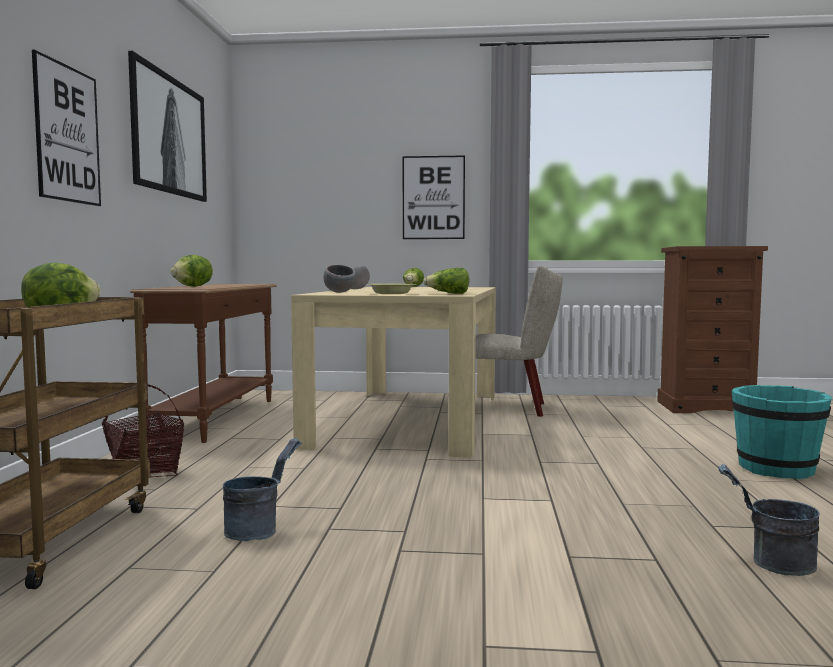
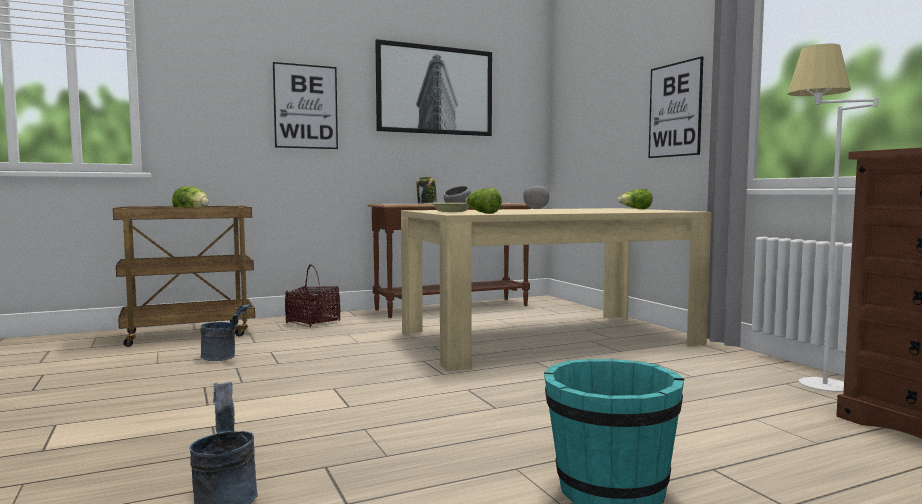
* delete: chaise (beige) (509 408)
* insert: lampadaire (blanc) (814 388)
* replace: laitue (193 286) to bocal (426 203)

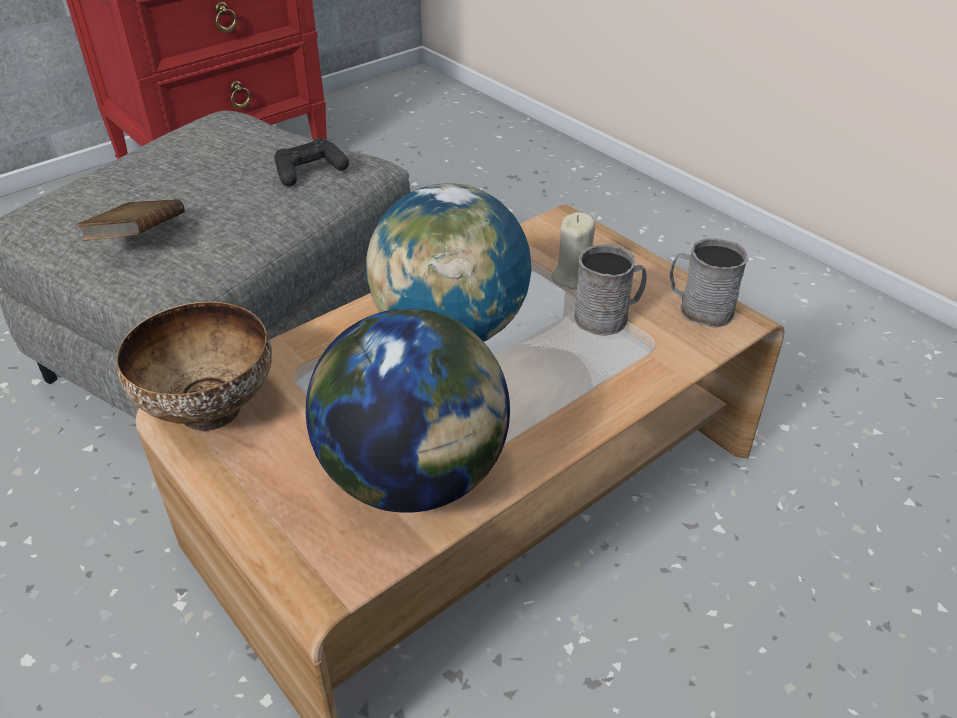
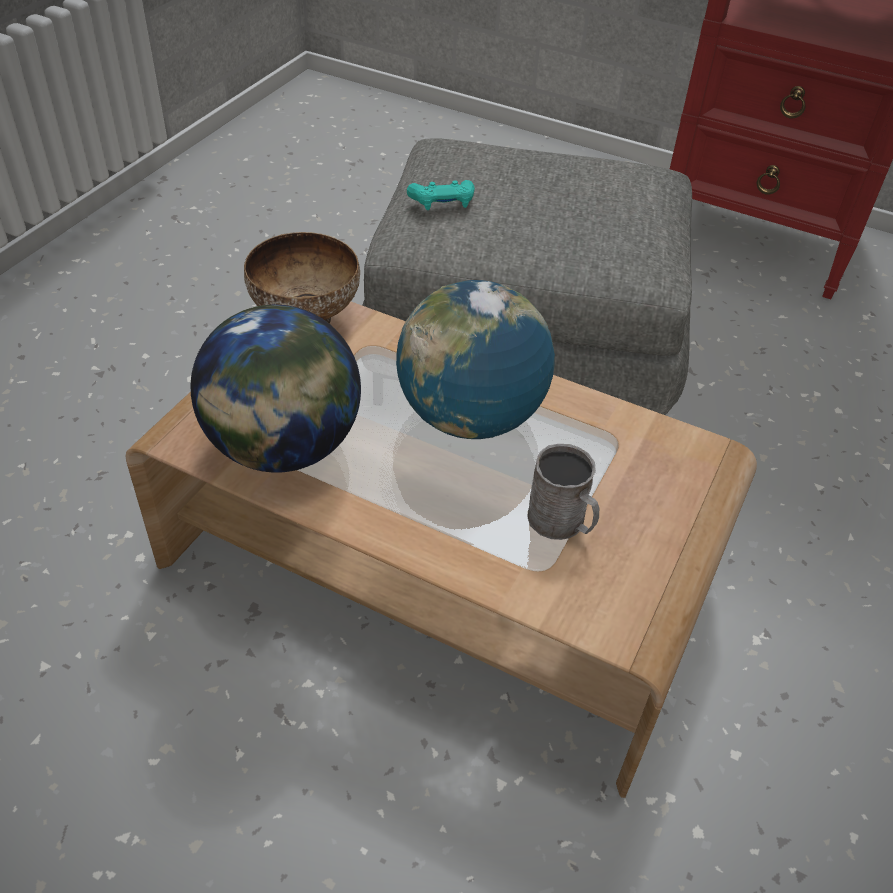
* delete: manette (noir) (310 171)
* delete: bougie (beige) (572 277)
* delete: mug (gris) (698 309)
* replace: livre (marron) (139 240) to manette (turquoise) (442 203)

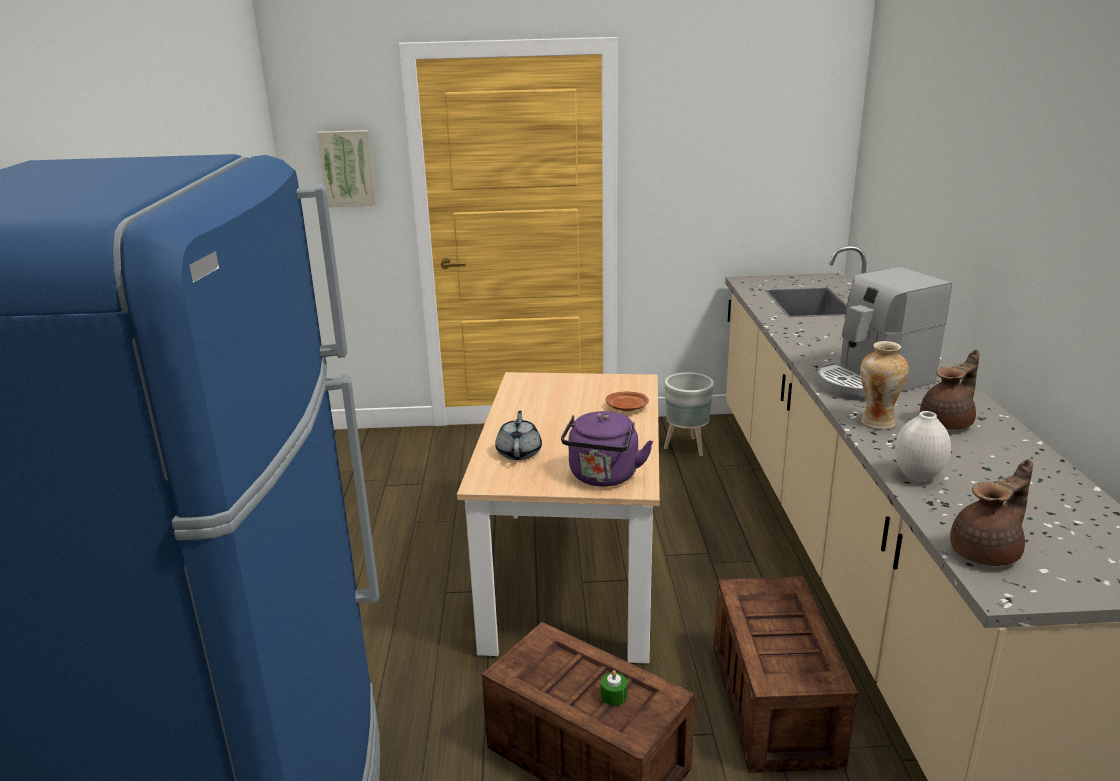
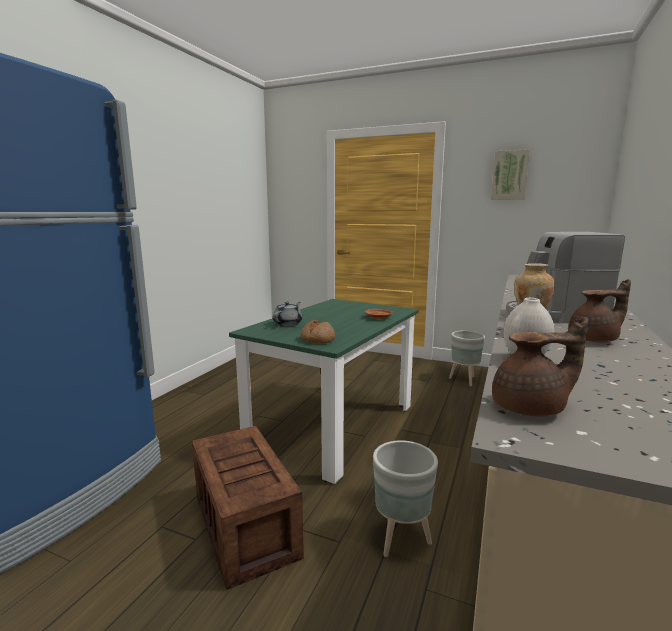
* delete: bougie (vert) (614 695)
* move: tableau (348 168) to (509 175)
* replace: bouilloire (violet) (603 477) to pain (317 339)
* replace: caisse (775 704) to cache-pot (gris) (402 540)
* recolor: table à manger (beige) (573 577) to table à manger (vert) (334 426)

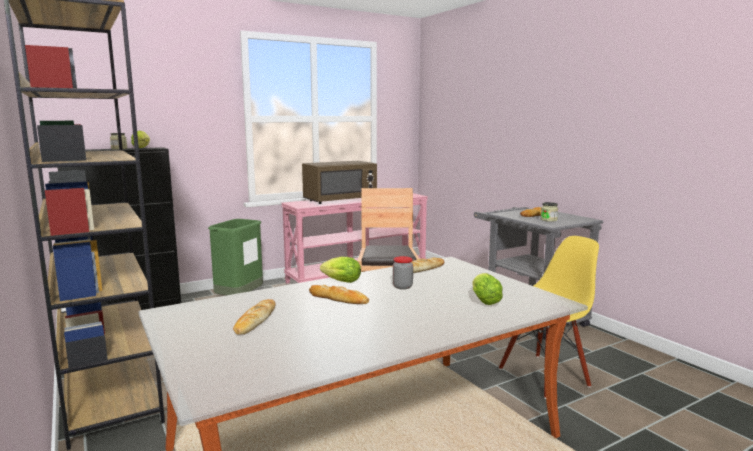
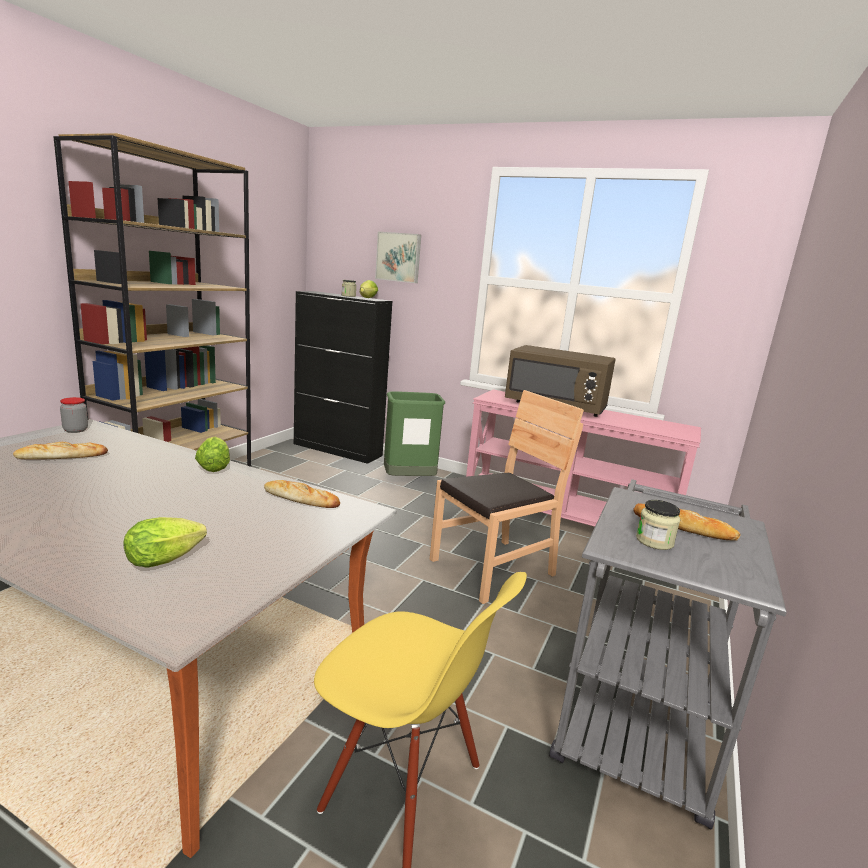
* delete: pain (338 299)
* insert: tableau (399 257)
* move: bocal (402 286) to (75 430)

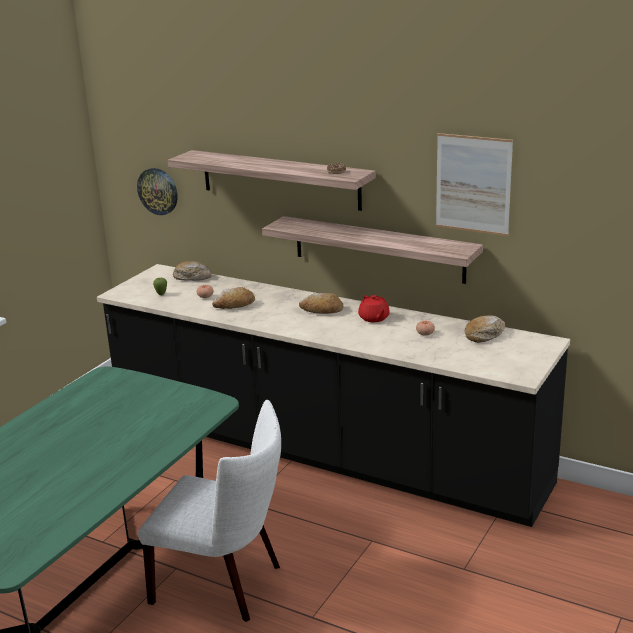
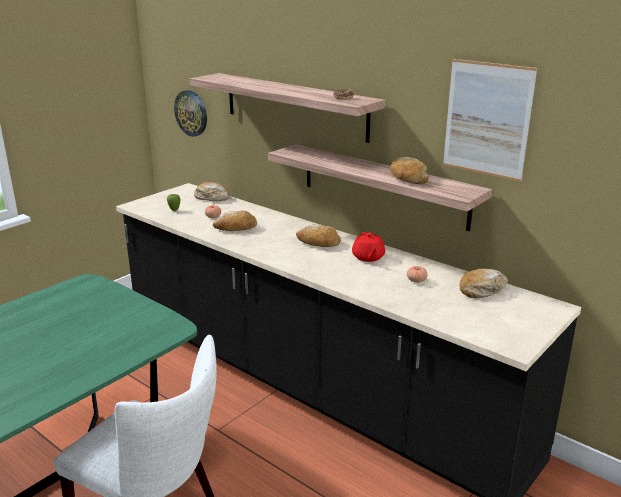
* insert: pain (407 178)

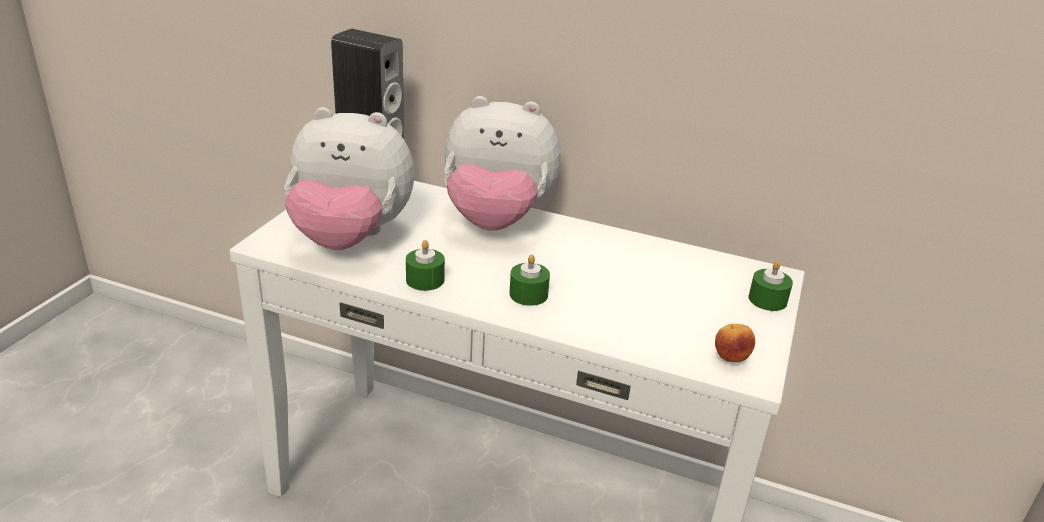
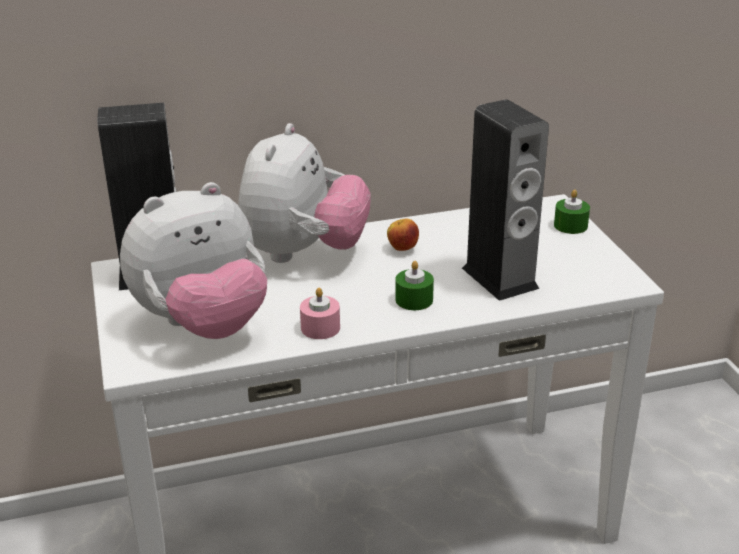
* insert: enceinte (499 278)
* move: pomme (730 358) to (402 249)
* recolor: bougie (vert) (425 280) to bougie (rose) (320 328)
* rotate: peluche (496 221) = (303 253) 45 degrees counterclockwise

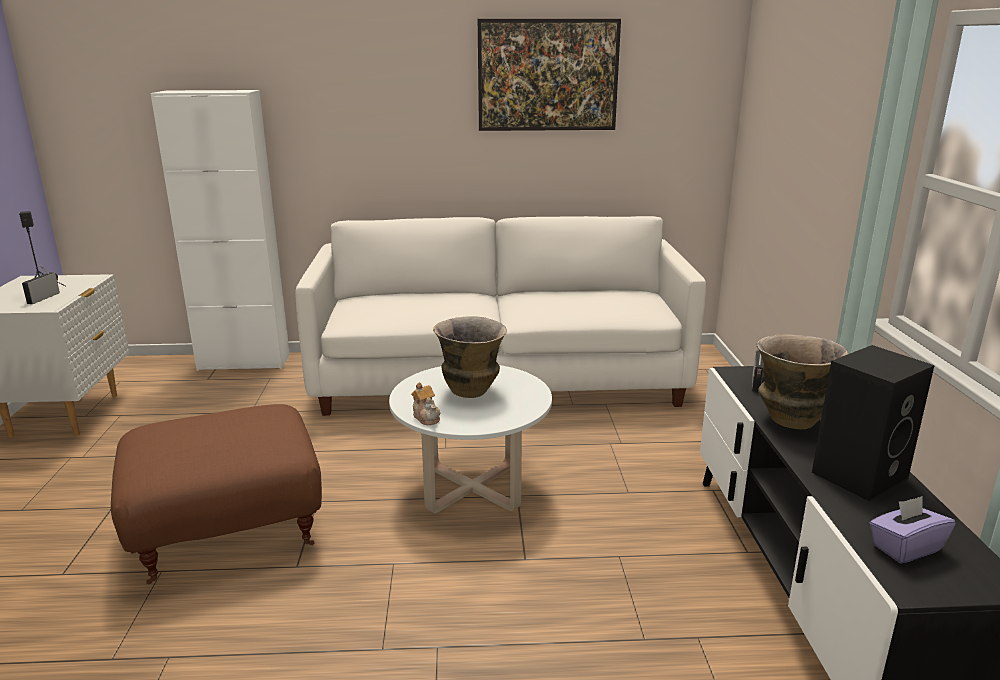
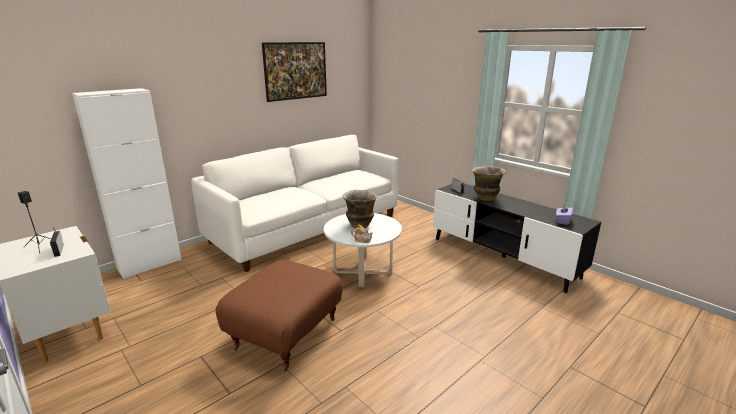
* delete: enceinte (noir) (859 474)

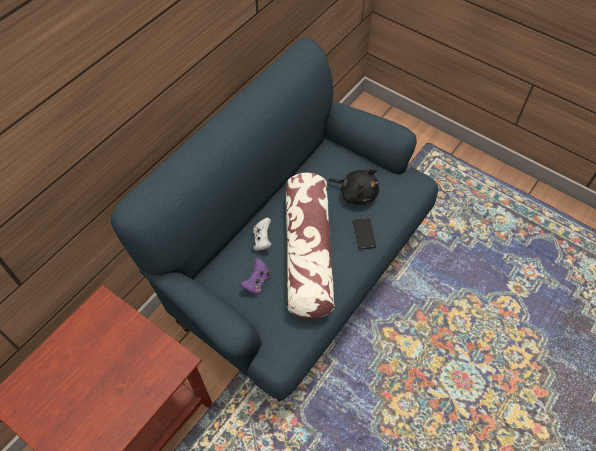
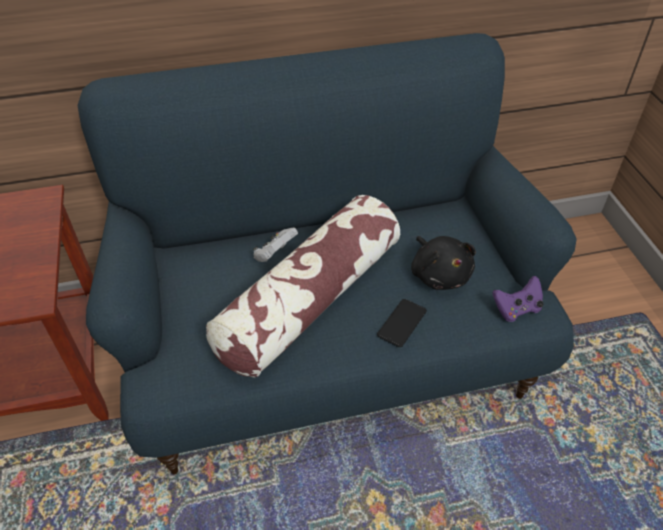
* move: manette (violet) (257 282) to (516 309)

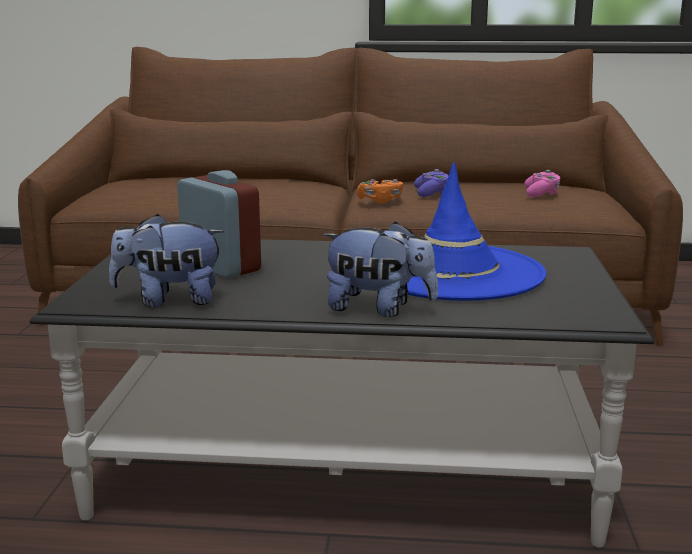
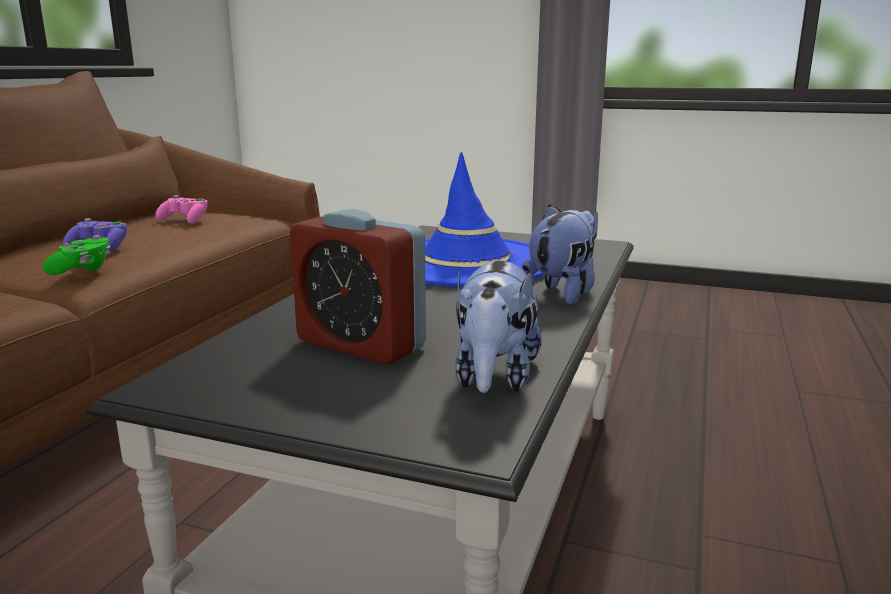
* recolor: manette (orange) (380 201) to manette (vert) (82 269)
* rotate: réveil (220 266) = (360 344) 120 degrees counterclockwise

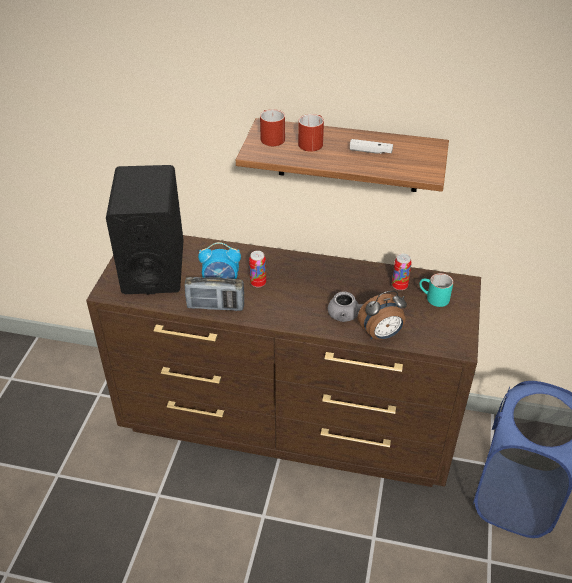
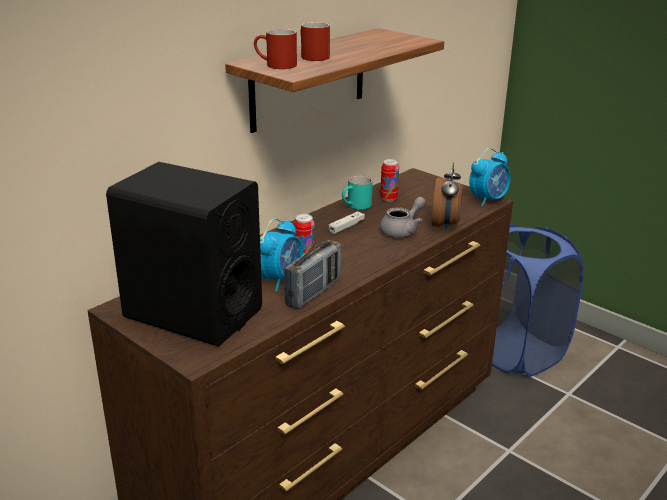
* insert: réveil (488 200)
* move: manette (blanc) (370 151) to (346 227)
* move: mug (turquoise) (433 298) to (356 206)

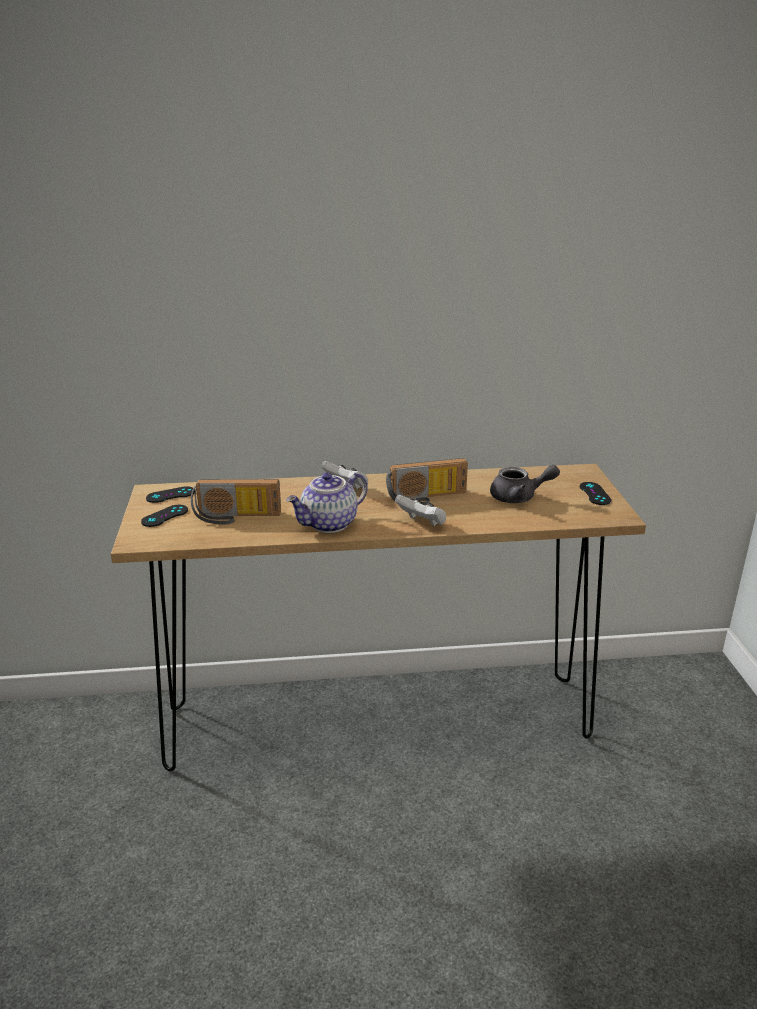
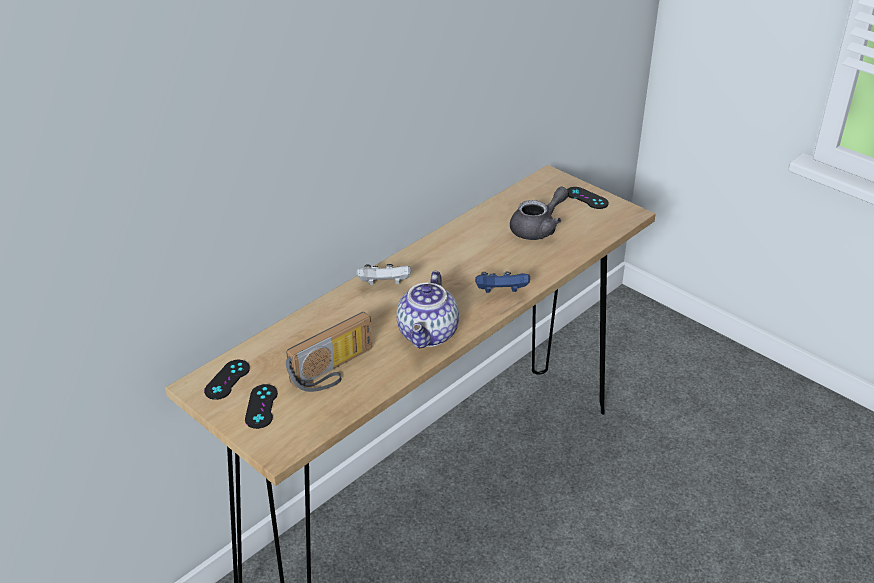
* delete: radio (427 498)
* recolor: manette (blanc) (422 523) to manette (bleu) (501 293)

